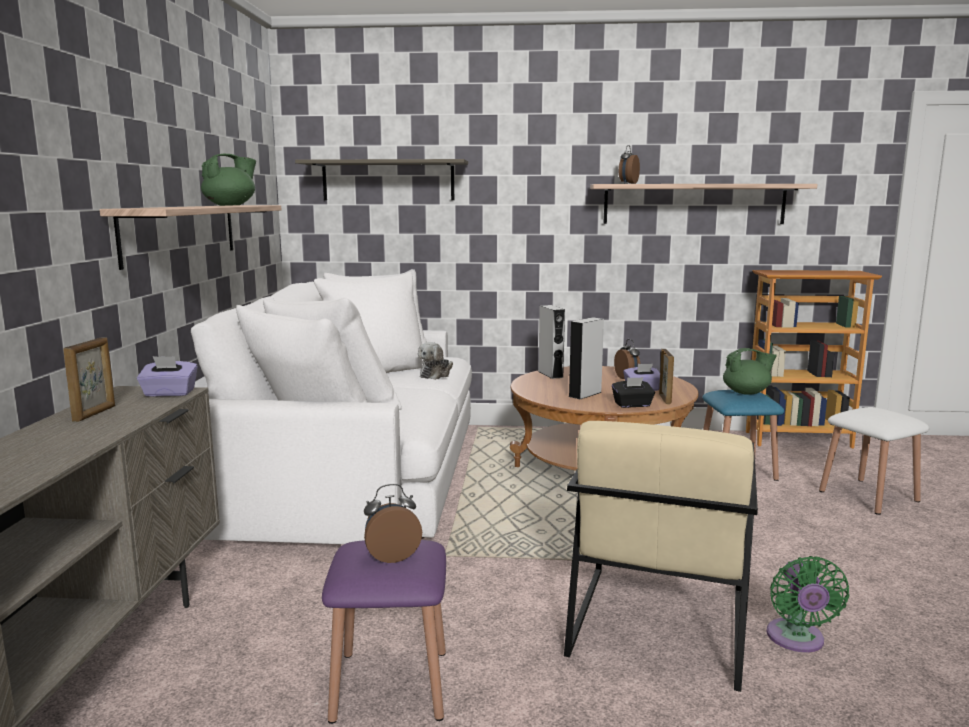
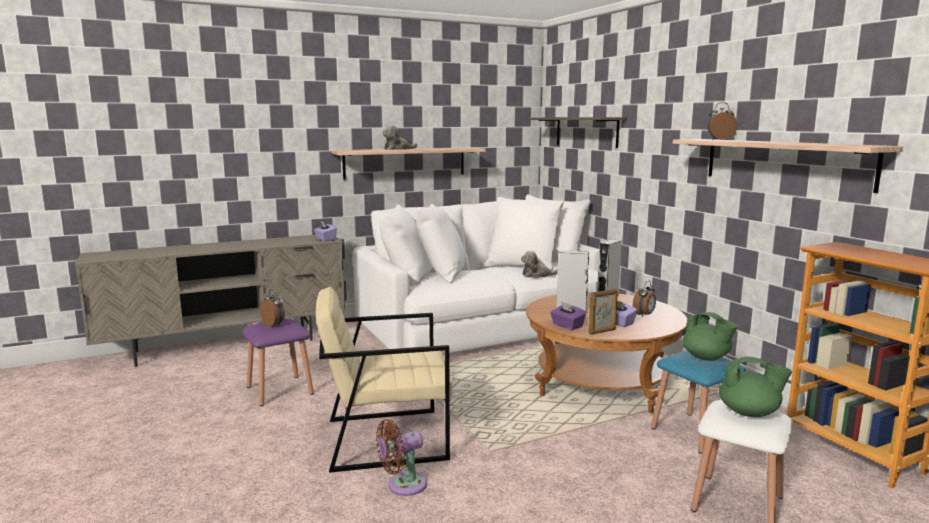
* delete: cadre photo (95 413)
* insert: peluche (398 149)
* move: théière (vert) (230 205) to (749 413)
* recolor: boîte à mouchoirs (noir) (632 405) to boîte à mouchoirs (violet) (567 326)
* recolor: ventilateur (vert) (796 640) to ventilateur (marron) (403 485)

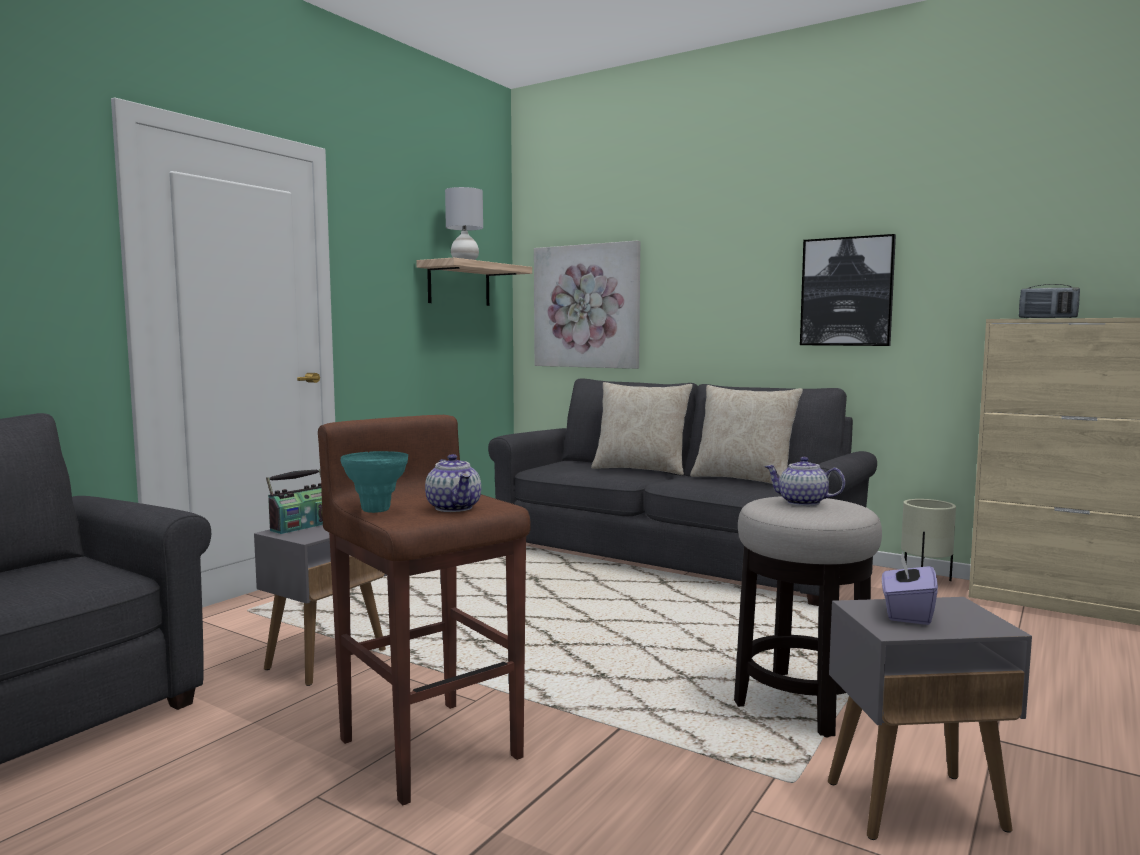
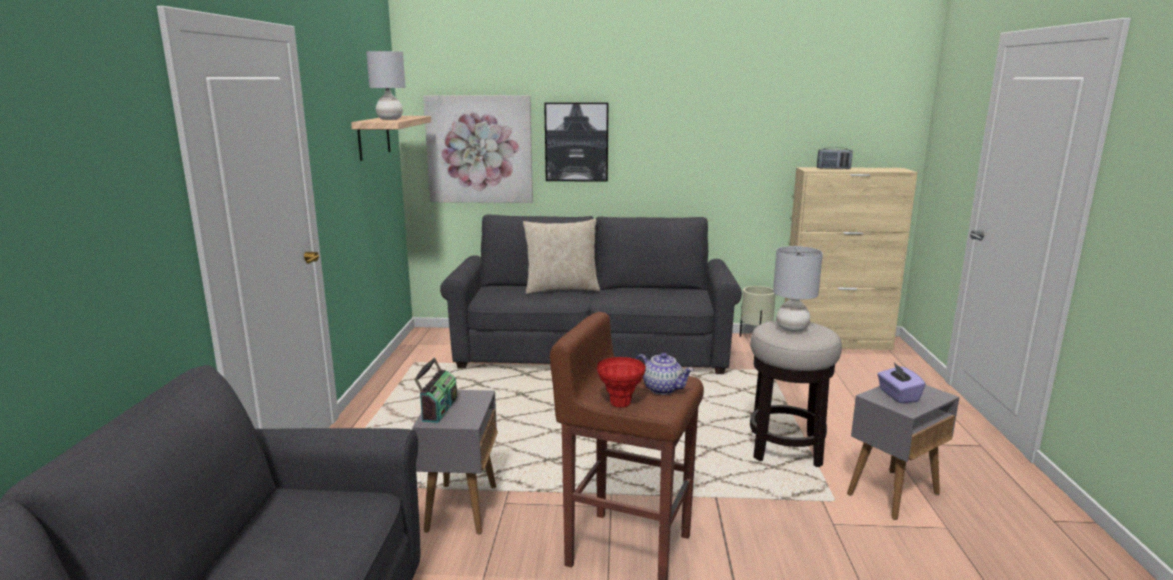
* delete: coussin (beige) (743 479)
* move: tableau (847 292) to (576 142)
* replace: théière (802 502) to lampe de table (gris) (792 329)
* recolor: vase (turquoise) (376 510) to vase (rouge) (620 404)

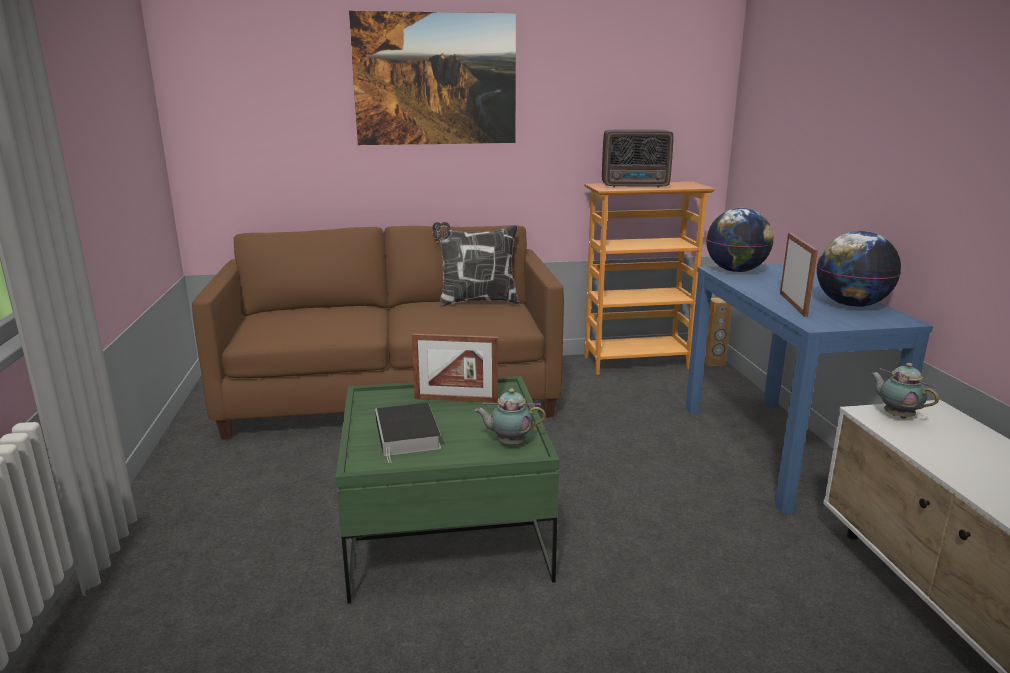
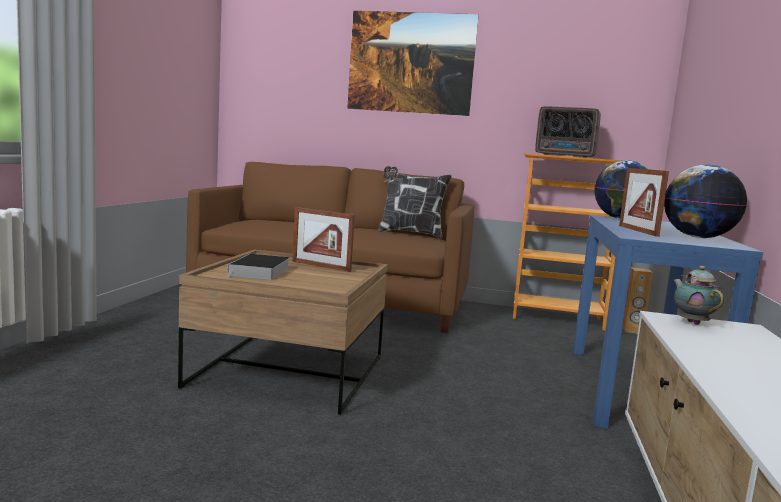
* delete: théière (509 443)
* recolor: table basse (vert) (445 532) to table basse (marron) (289 371)
* rotate: cadre photo (793 304) = (637 231) 150 degrees clockwise

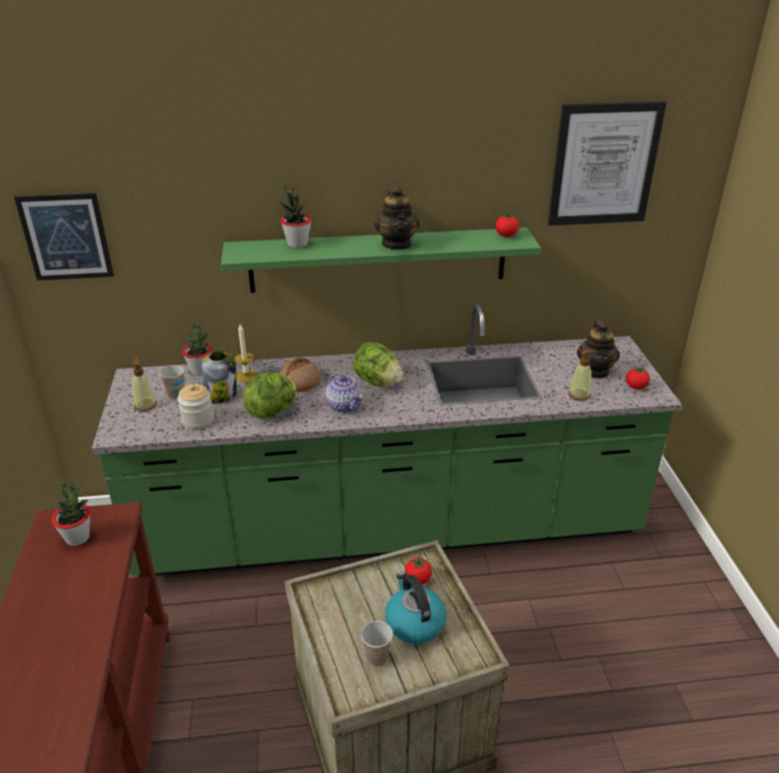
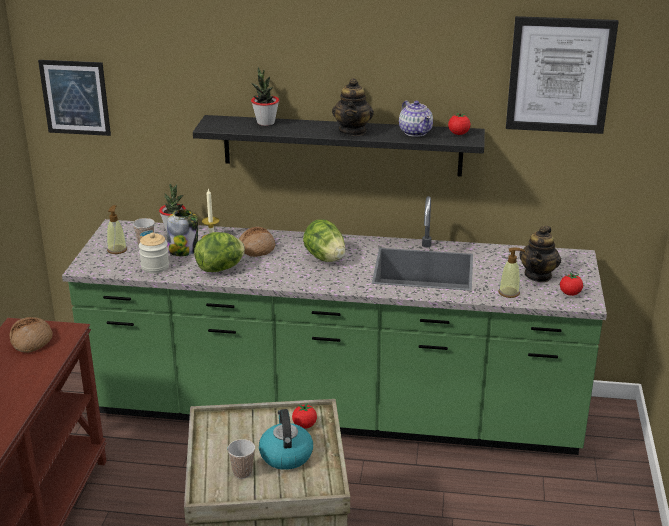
* move: théière (344 405) to (415 132)
* replace: plante en pot (78 538) to pain (32 341)
* recolor: étagère (vert) (378 260) to étagère (noir) (342 145)

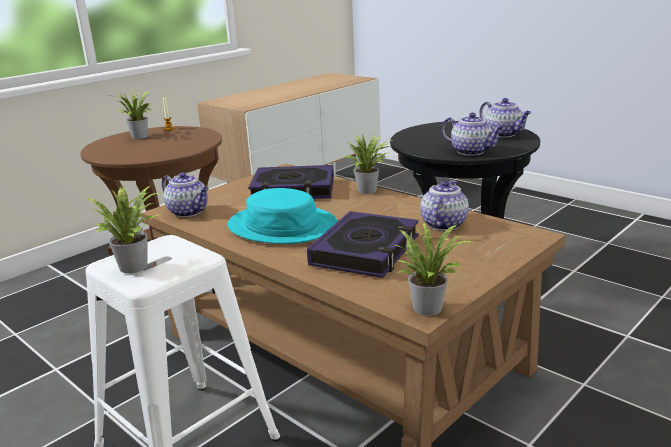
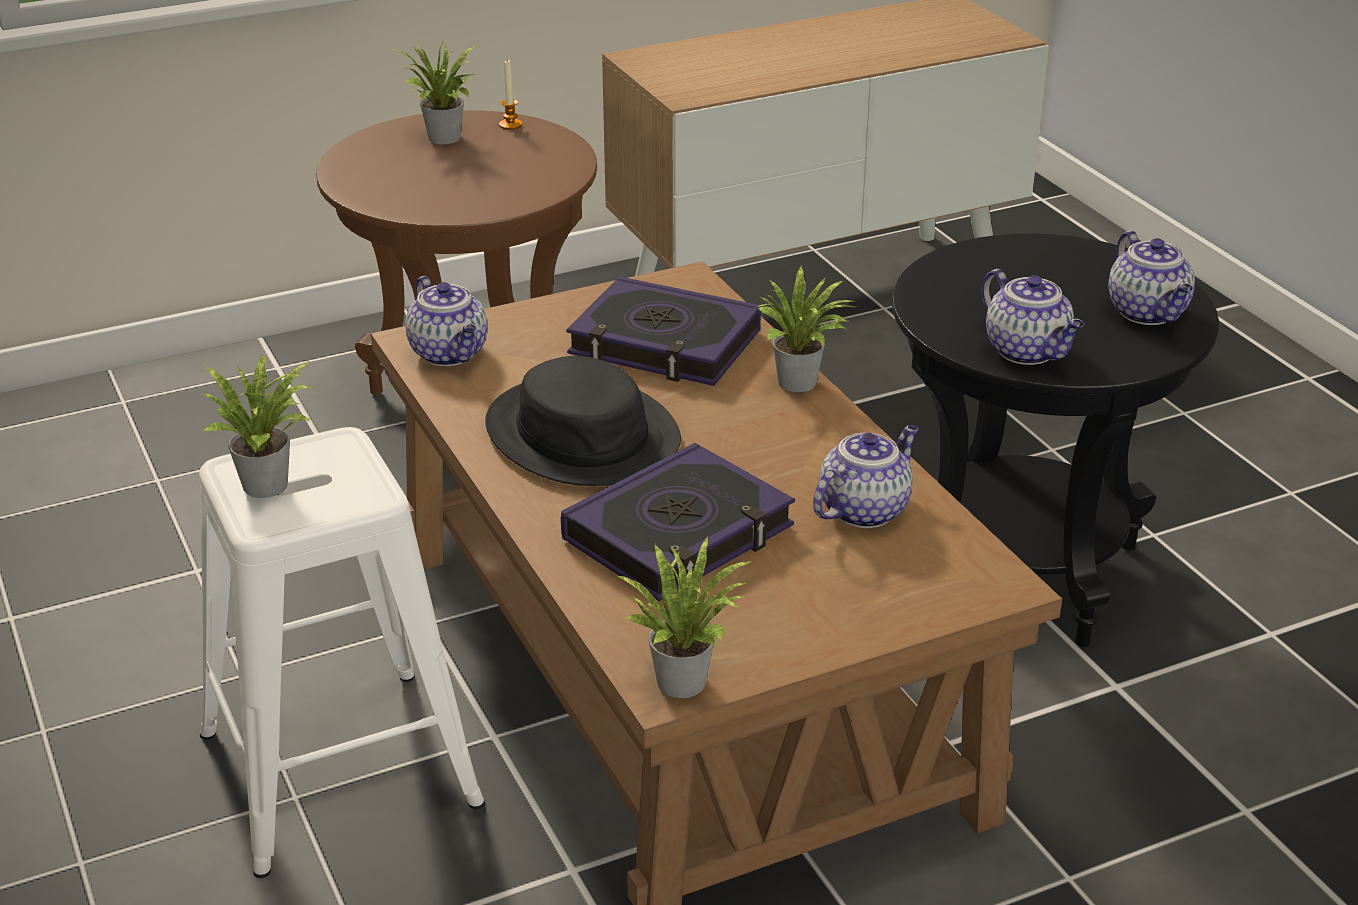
* recolor: chapeau (turquoise) (282 226) to chapeau (noir) (583 434)

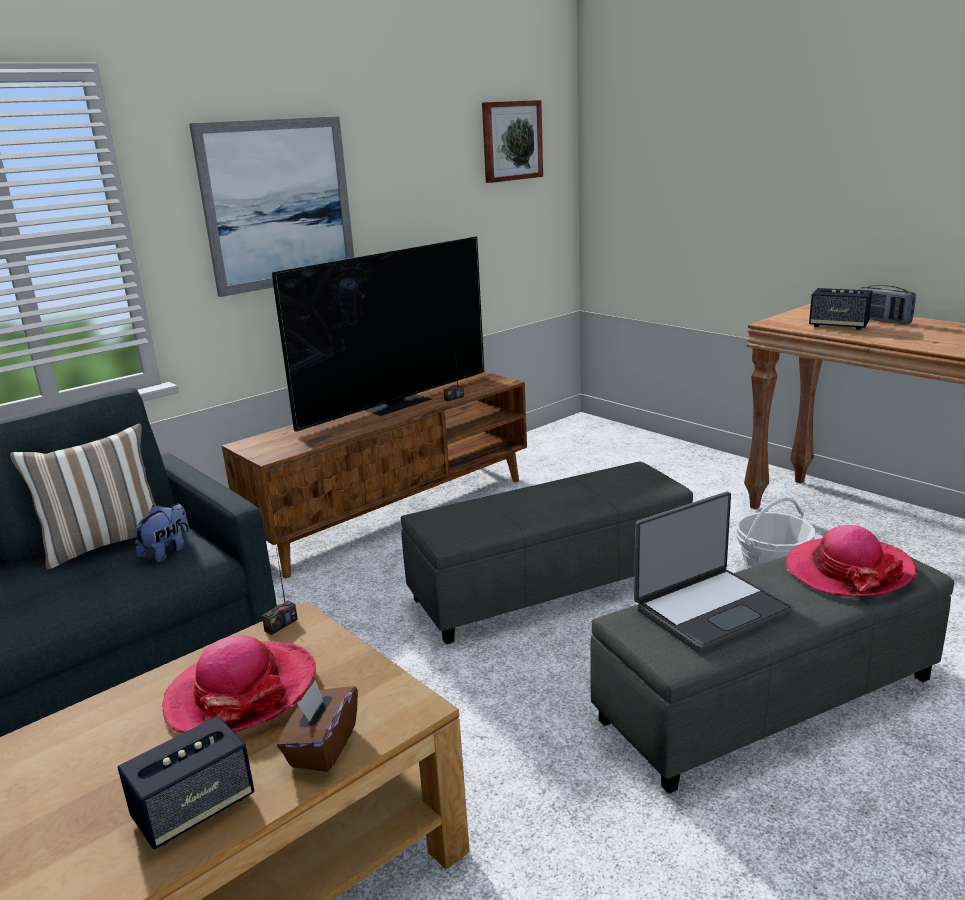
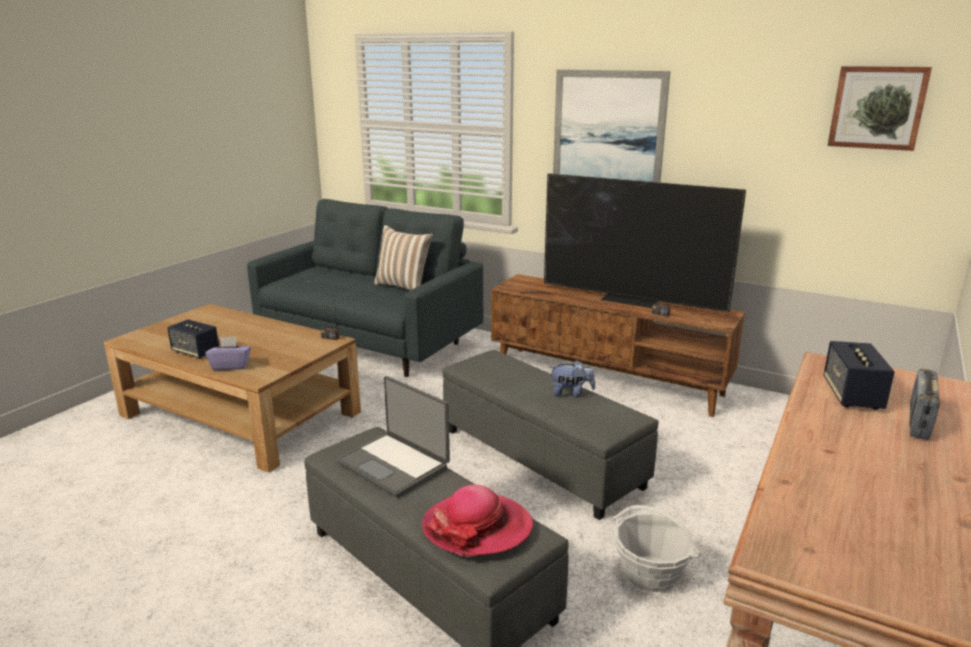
* delete: chapeau (242 692)
* move: peluche (167 551) to (571 393)
* recolor: boîte à mouchoirs (marron) (322 747) to boîte à mouchoirs (violet) (231 366)

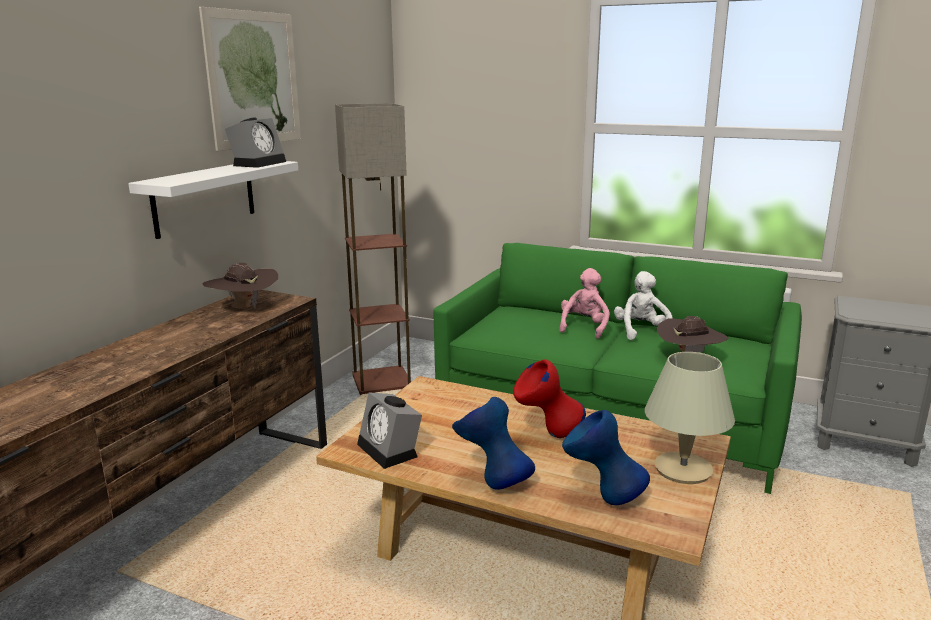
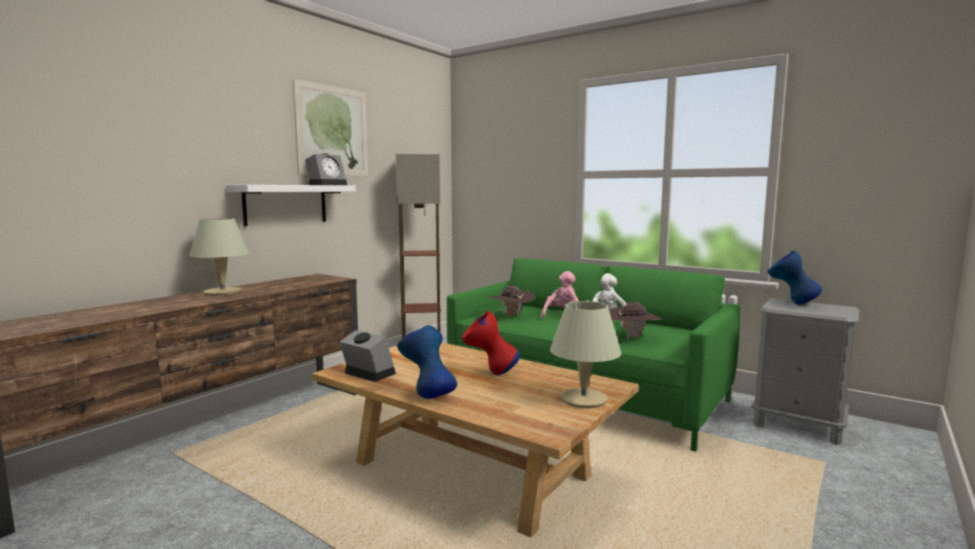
* insert: lampe de table (beige) (222 292)
* move: chapeau (marron) (244 308) to (511 315)
* move: vase (bleu) (602 498) to (791 303)
* rotate: réveil (391 450) = (367 373) 150 degrees clockwise

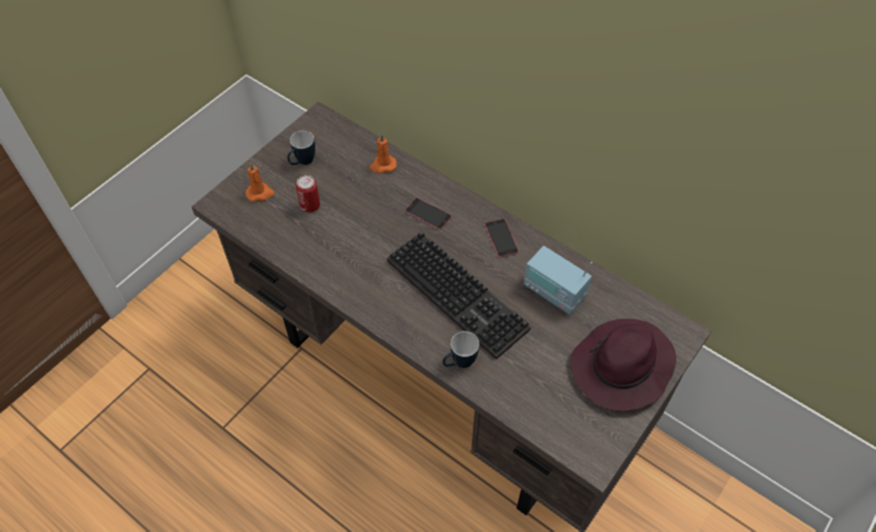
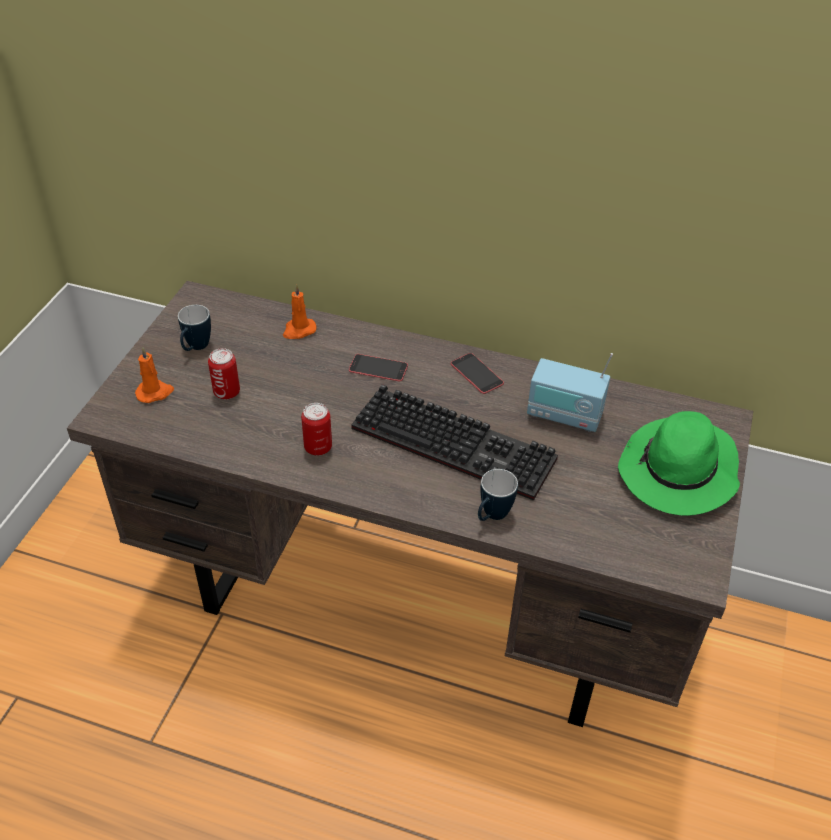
* insert: boîte métallique (318 447)
* recolor: chapeau (violet) (621 368) to chapeau (vert) (678 472)

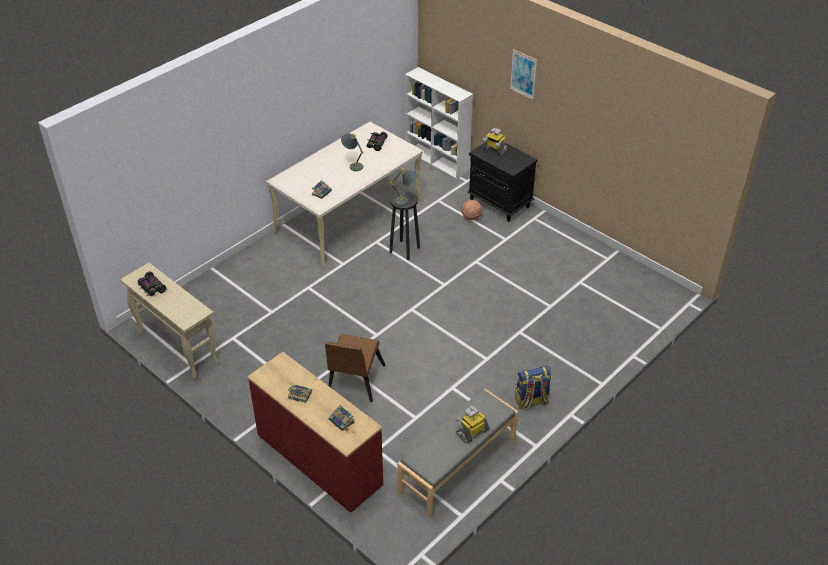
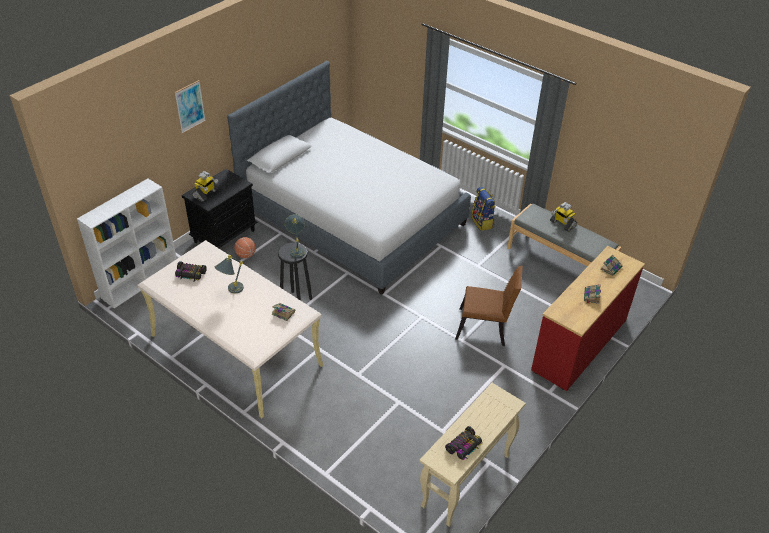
* insert: lit (352 217)

